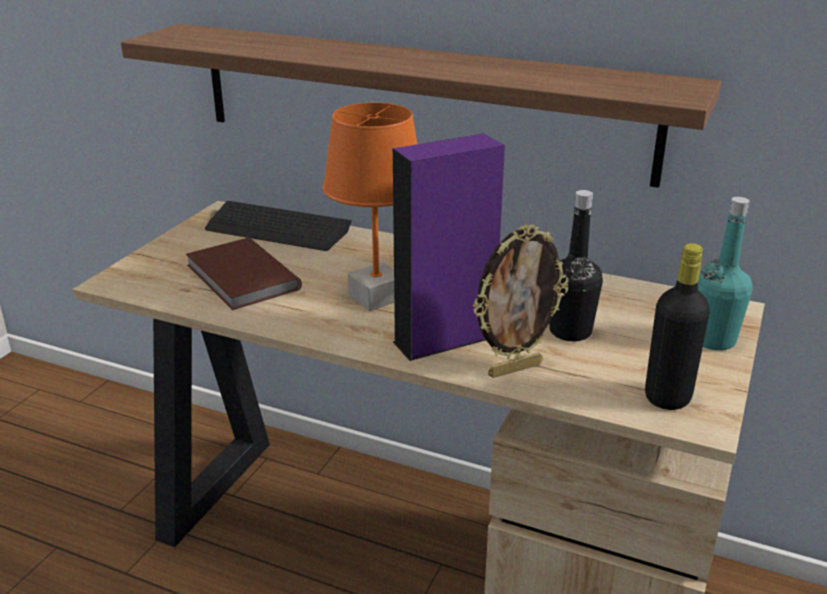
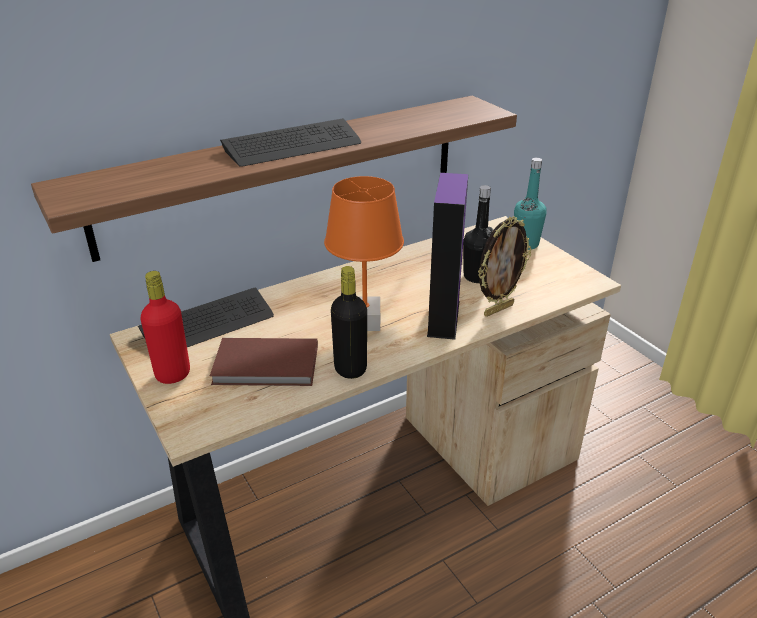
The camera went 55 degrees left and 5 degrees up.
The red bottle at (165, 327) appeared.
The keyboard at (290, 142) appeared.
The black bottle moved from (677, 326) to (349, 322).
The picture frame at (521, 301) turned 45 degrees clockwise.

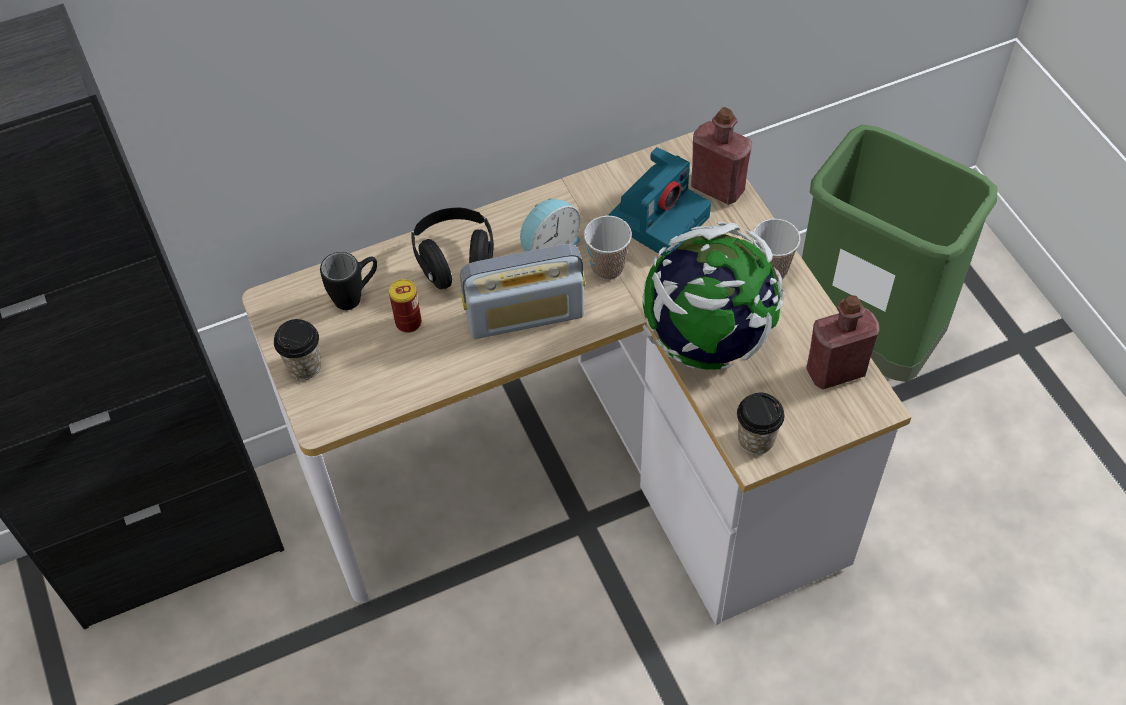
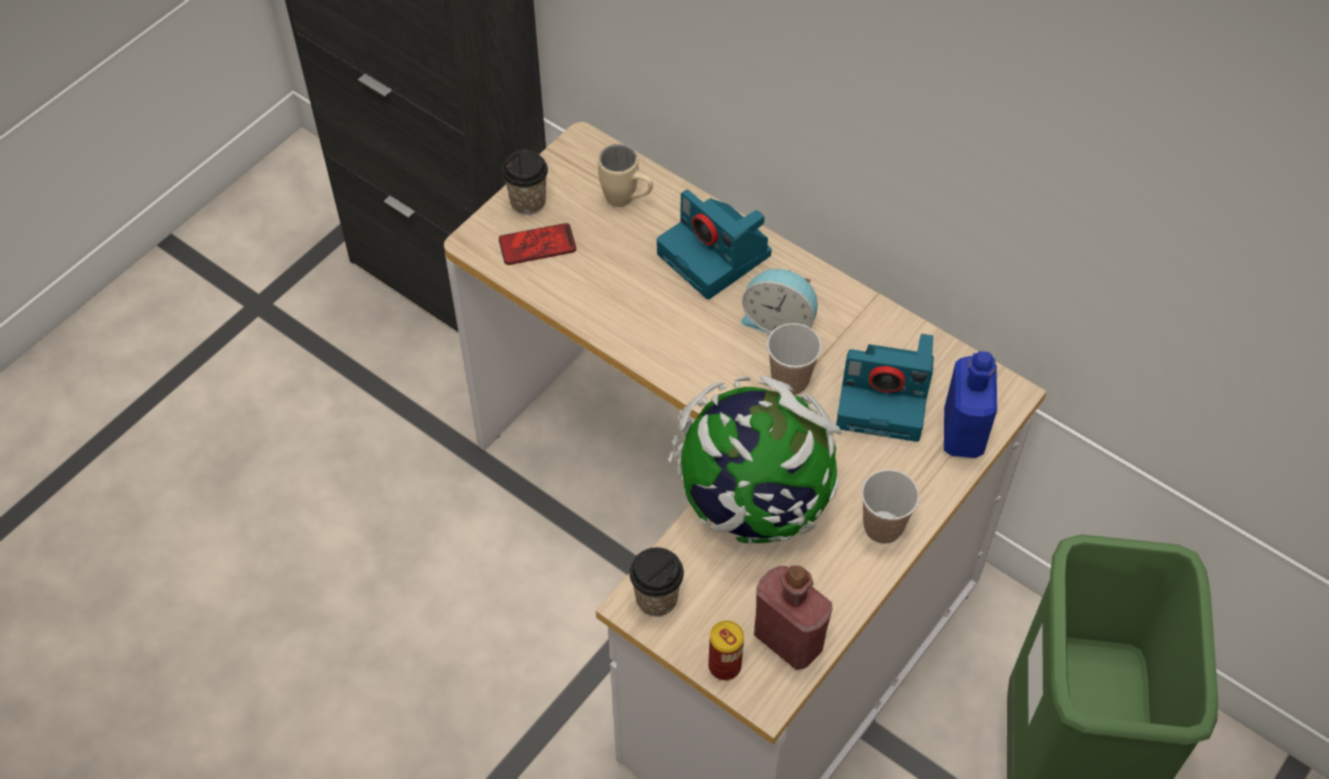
The camera went 60 degrees right and 0 degrees up.
The phone at (537, 244) appeared.
The black mug at (348, 281) became the beige mug at (625, 175).
The black headphones at (453, 248) was replaced by the photo camera at (714, 244).
The can moved from (405, 306) to (726, 650).
The red bottle at (721, 156) became the blue bottle at (970, 404).
The radio at (522, 291) disappeared.

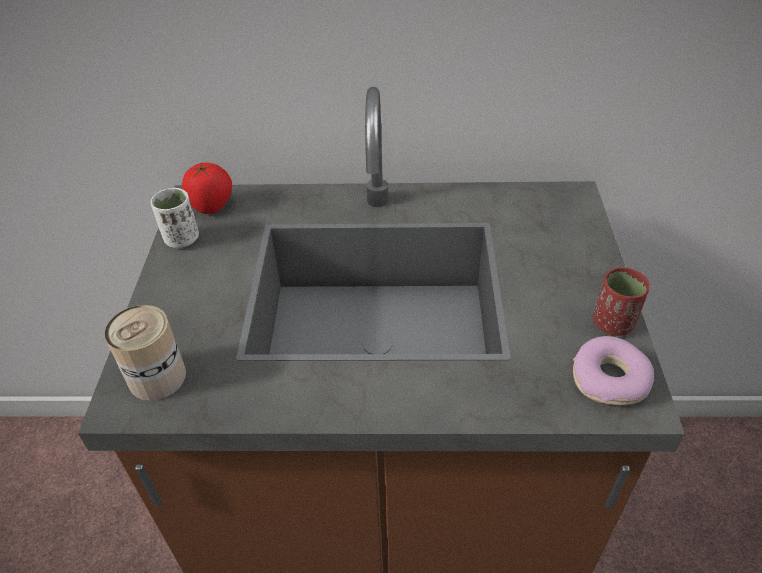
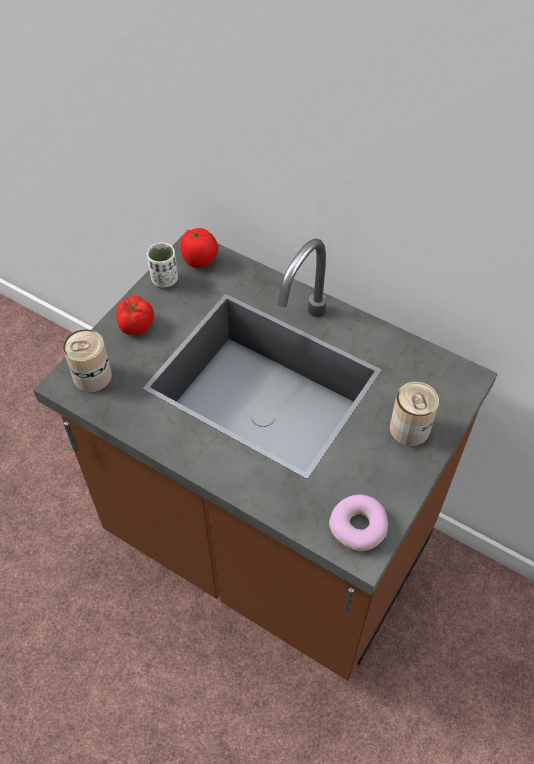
The camera went 30 degrees right and 10 degrees up.
The tomato at (135, 315) appeared.
The can at (414, 414) appeared.
The red cup at (621, 301) disappeared.

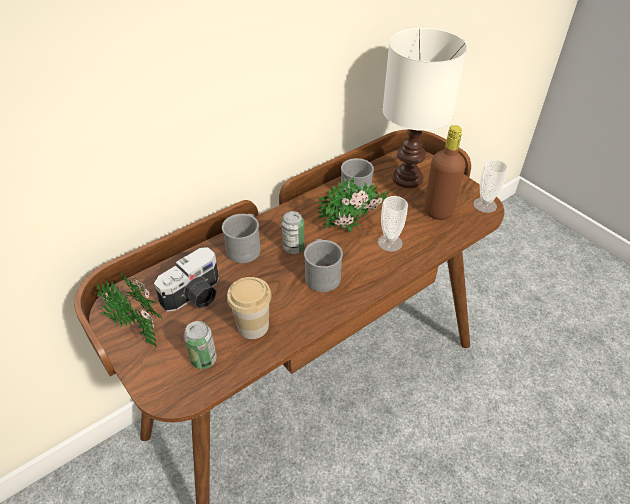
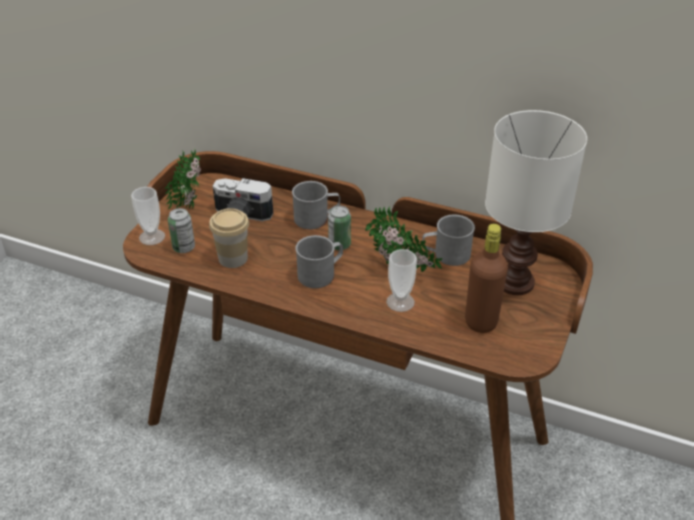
The camera went 60 degrees right and 5 degrees down.
The cup moved from (490, 186) to (148, 216).

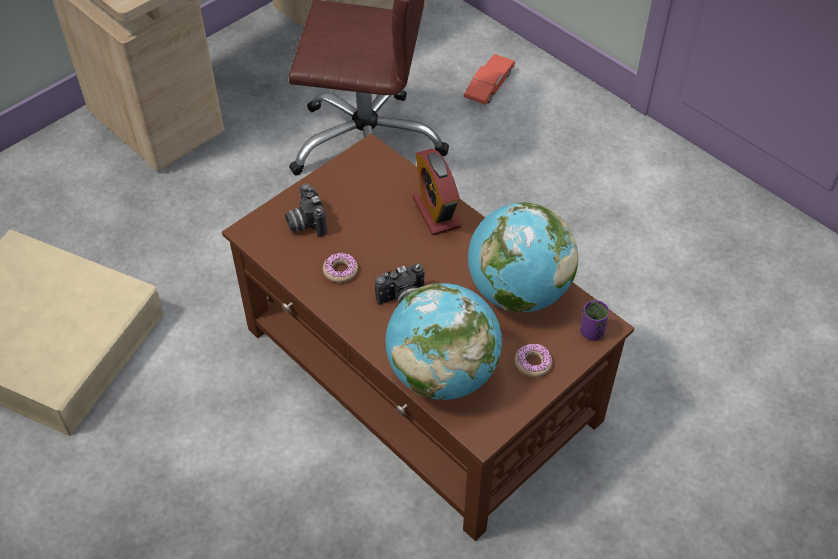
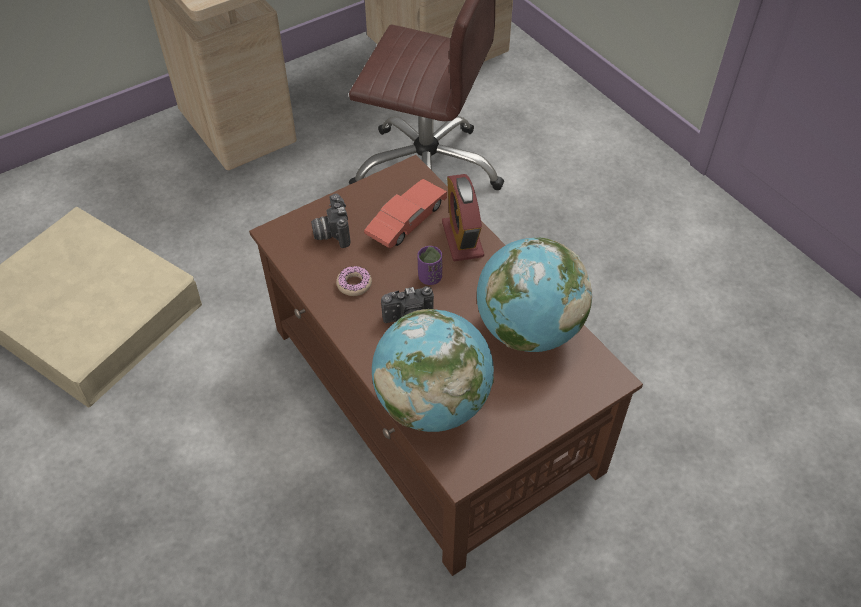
The camera went 10 degrees right and 0 degrees up.
The red toy car moved from (489, 79) to (405, 213).
The purple cup moved from (594, 320) to (429, 265).
The donut at (533, 360) disappeared.

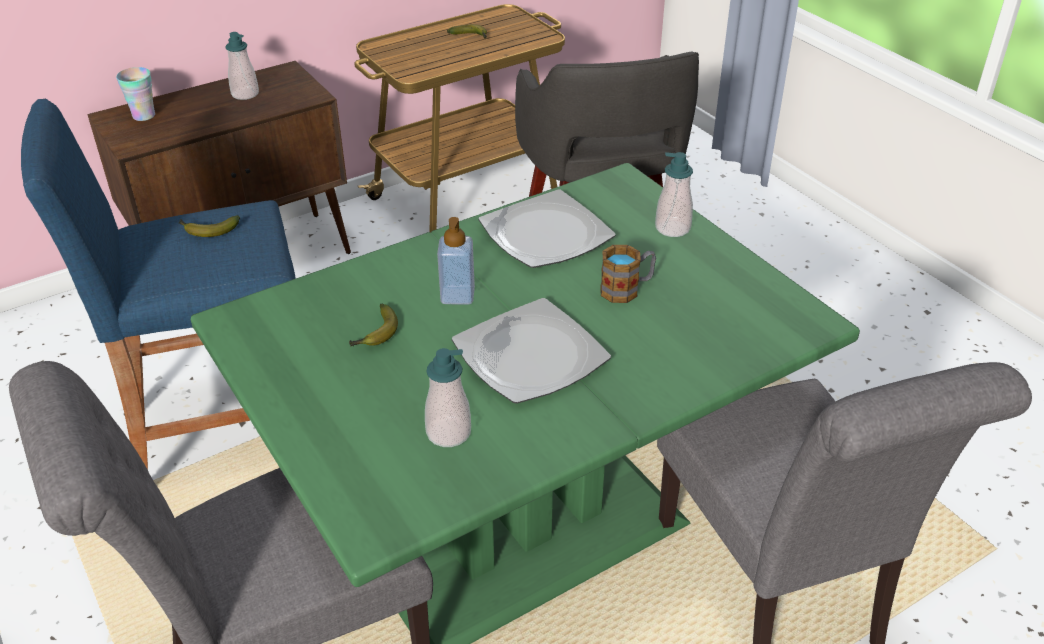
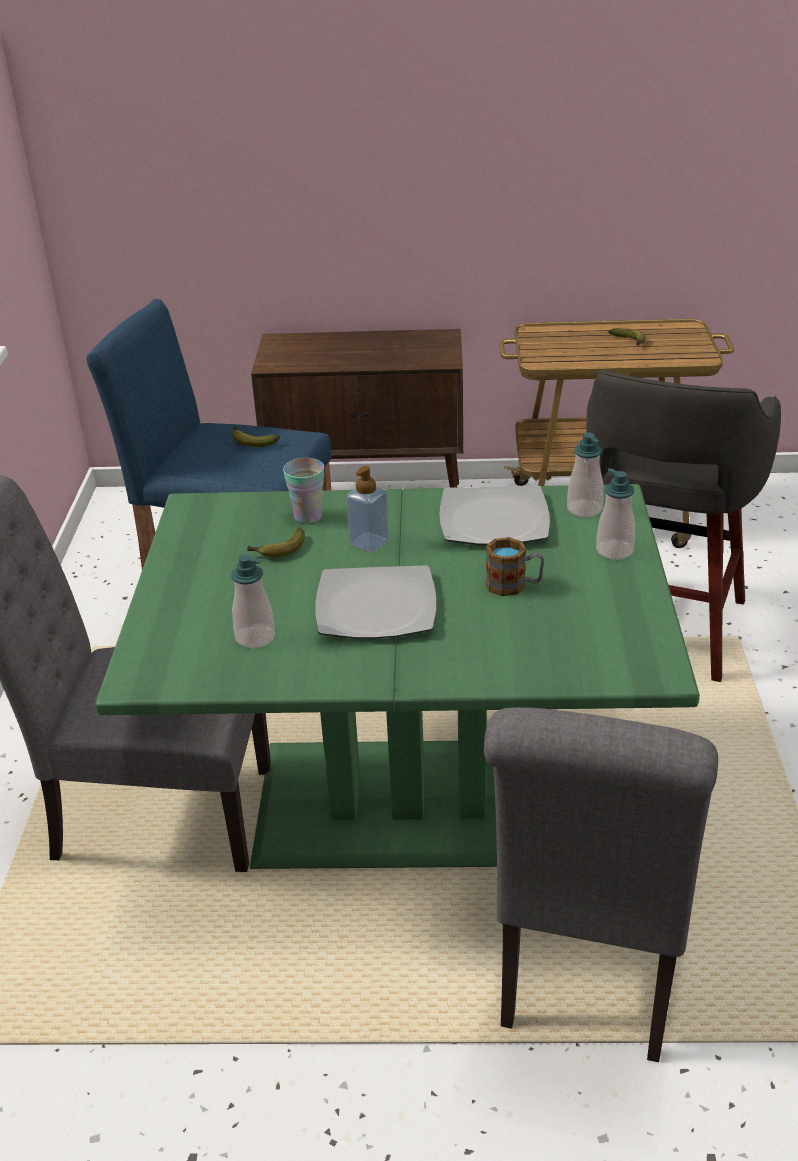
The camera went 35 degrees right and 5 degrees down.
The cup moved from (135, 94) to (303, 491).
The soap dispenser moved from (242, 66) to (585, 475).

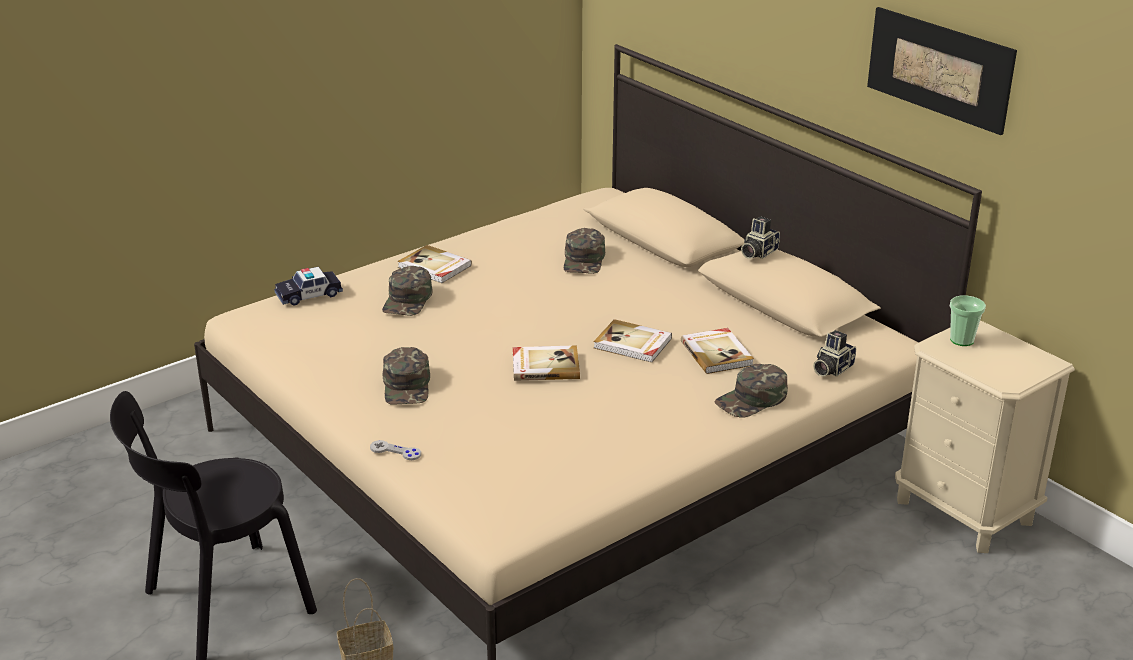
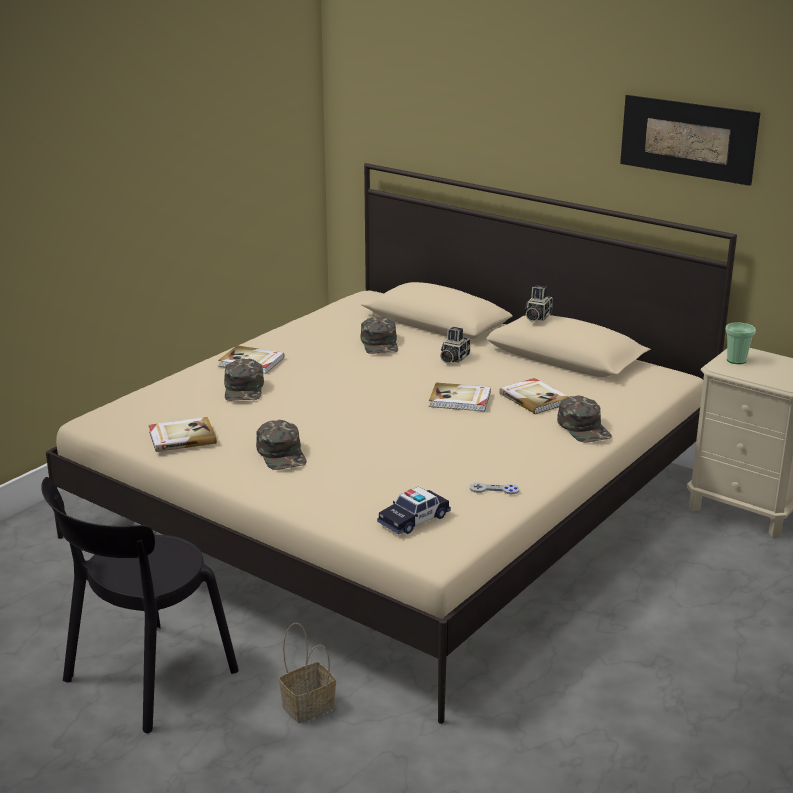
The camera went 15 degrees left and 5 degrees down.
The book moved from (546, 363) to (183, 434).
The toy car moved from (308, 286) to (414, 510).
The photo camera moved from (834, 353) to (455, 345).
The grey game controller moved from (395, 450) to (494, 488).
The green cap at (751, 390) turned 60 degrees counterclockwise.

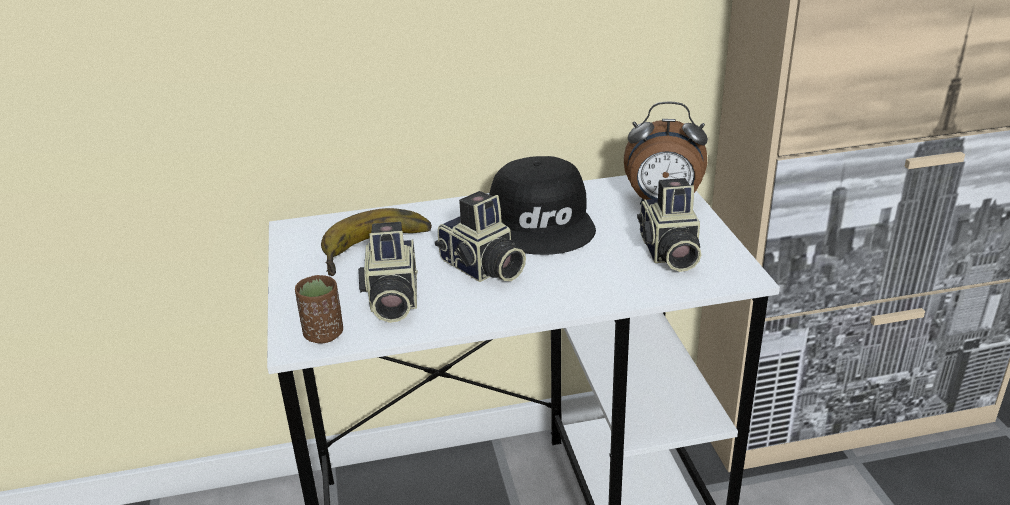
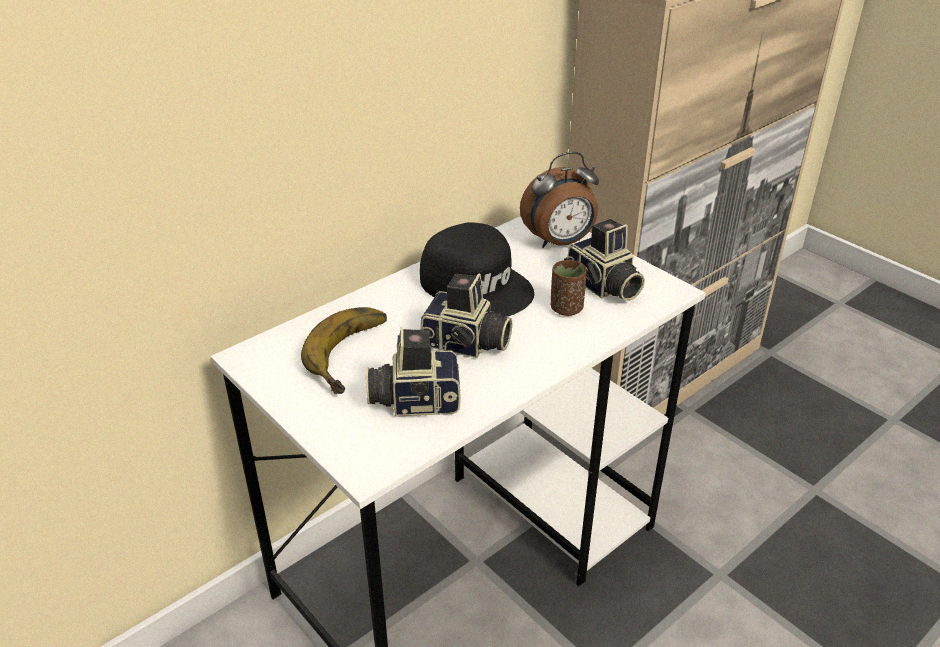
The camera went 30 degrees left and 5 degrees up.
The photo camera at (388, 272) turned 120 degrees clockwise.
The brown cup moved from (318, 309) to (569, 288).

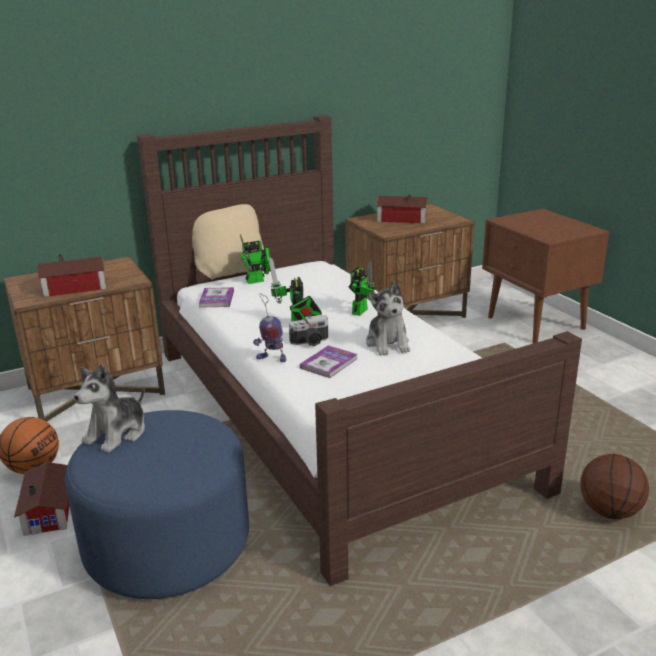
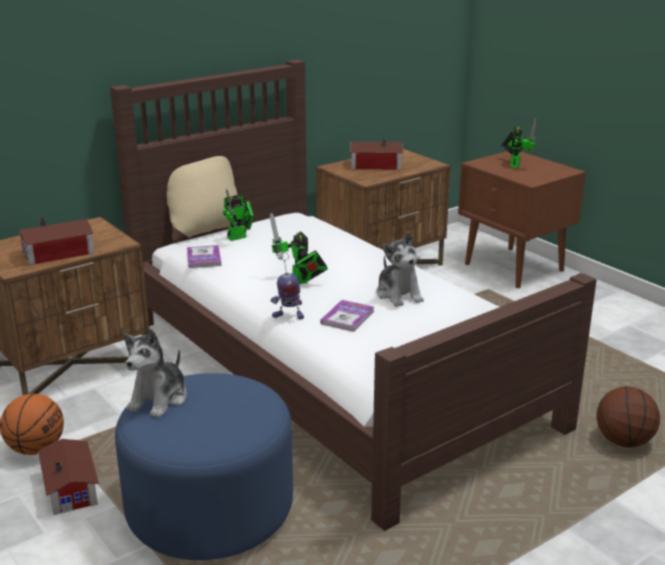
The camera went 10 degrees left and 0 degrees up.
The toy robot moved from (362, 288) to (519, 143).
The photo camera at (308, 330) disappeared.

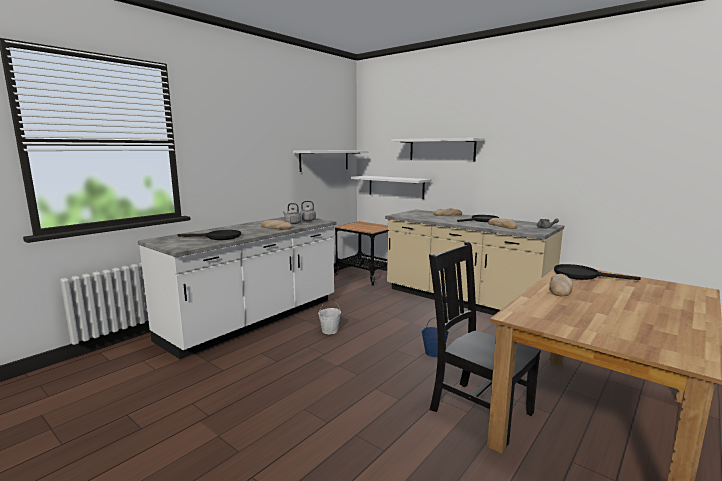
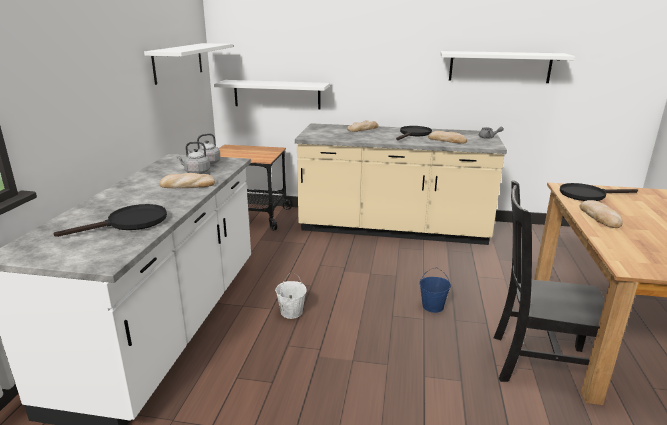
The camera went 30 degrees left and 10 degrees up.
The white shelf moved from (438, 149) to (507, 67).

